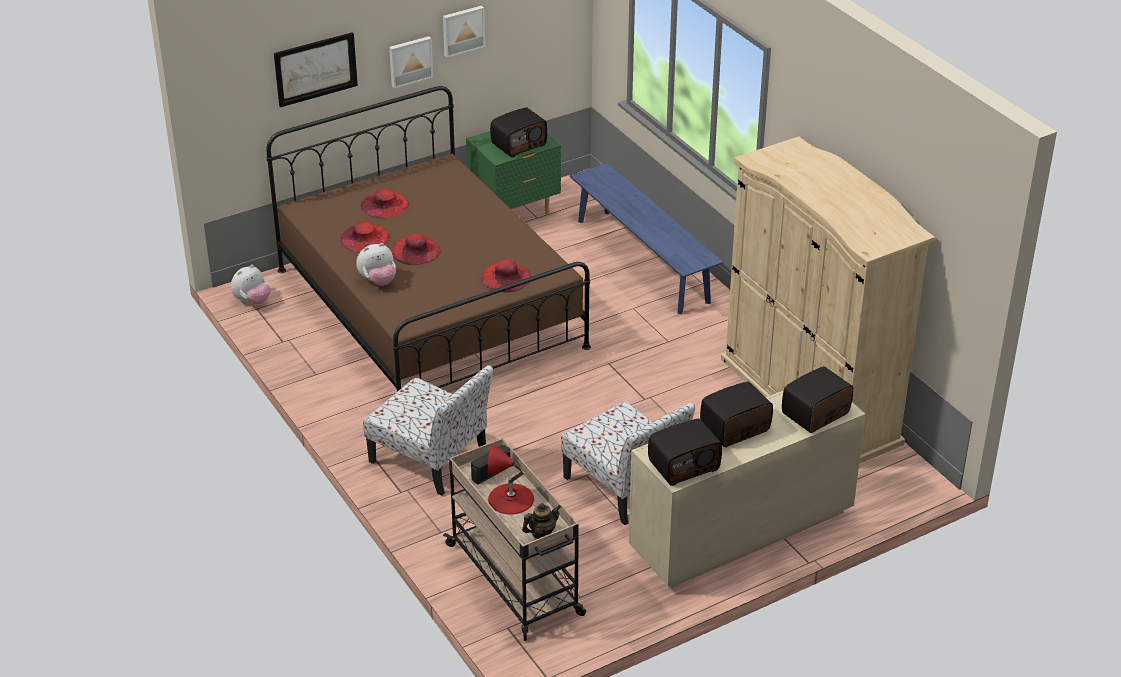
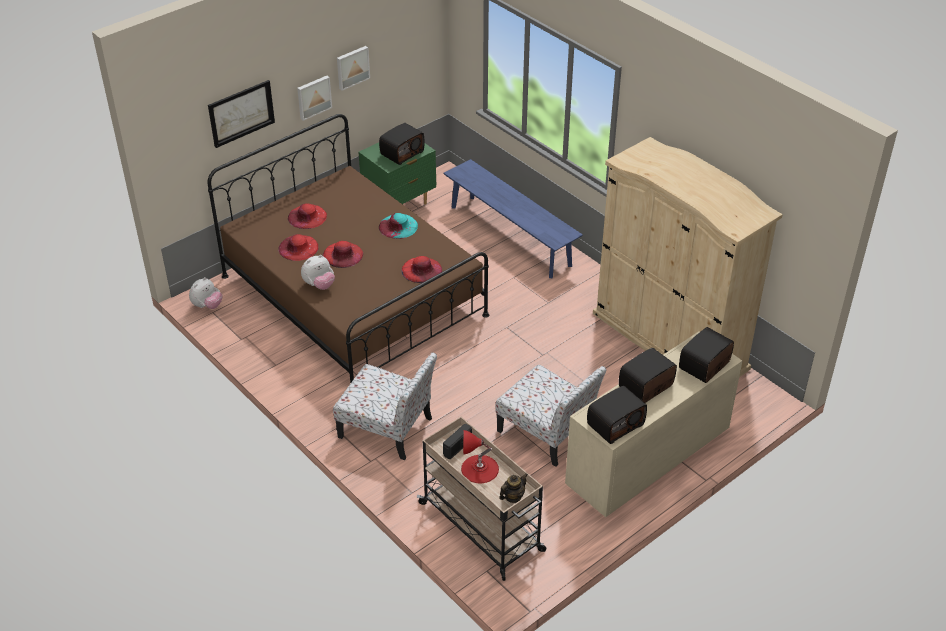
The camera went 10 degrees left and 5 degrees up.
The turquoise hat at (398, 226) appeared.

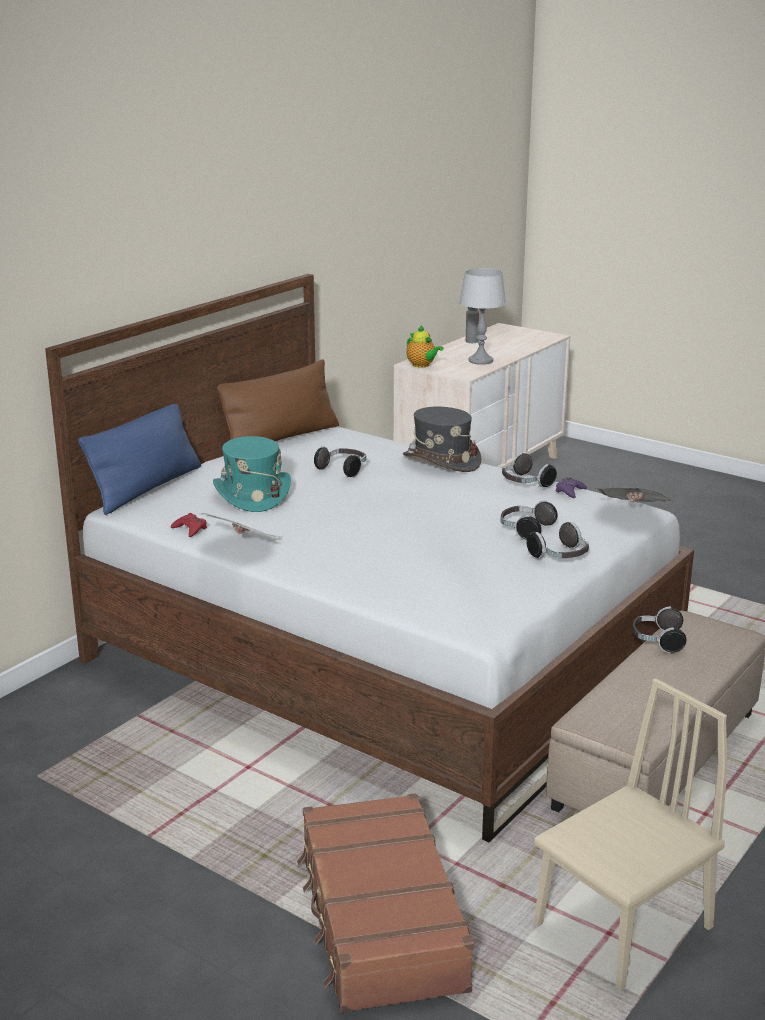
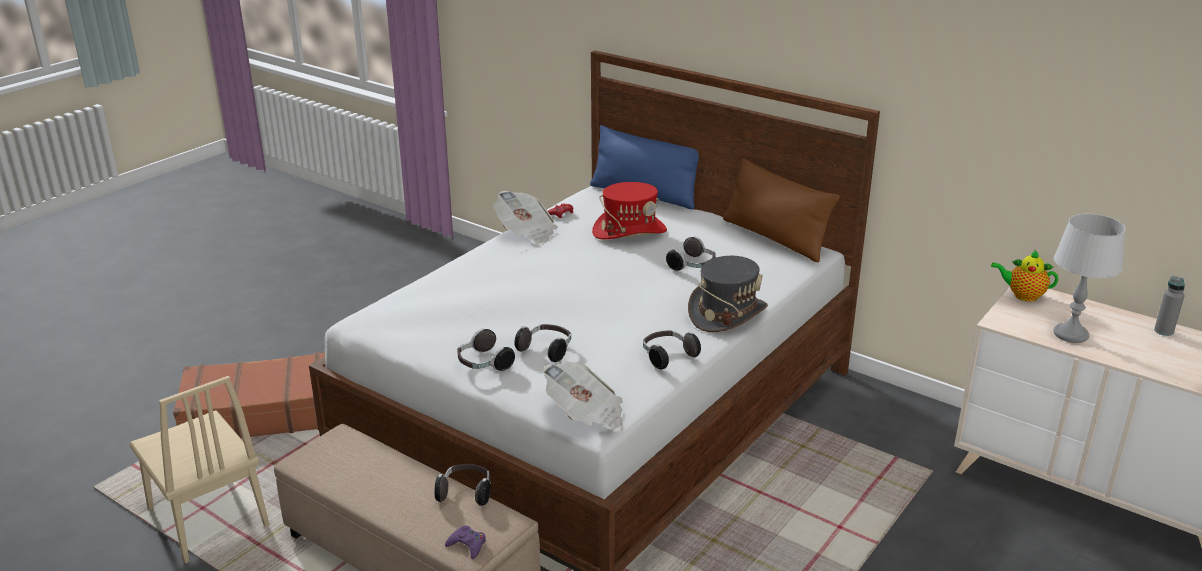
The camera went 90 degrees right and 5 degrees up.
The purple game controller moved from (571, 488) to (465, 542).
The turquoise hat at (252, 474) became the red hat at (629, 210).
The teapot at (424, 346) turned 60 degrees clockwise.

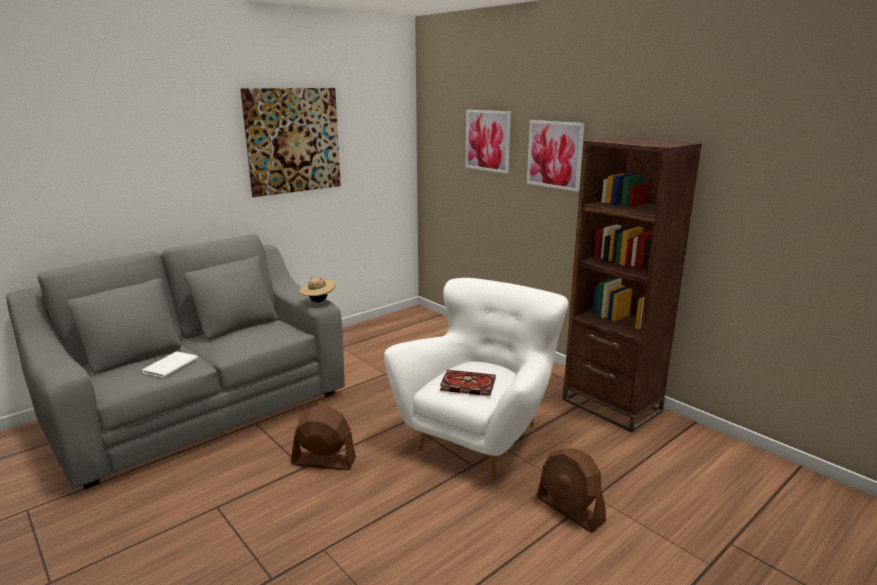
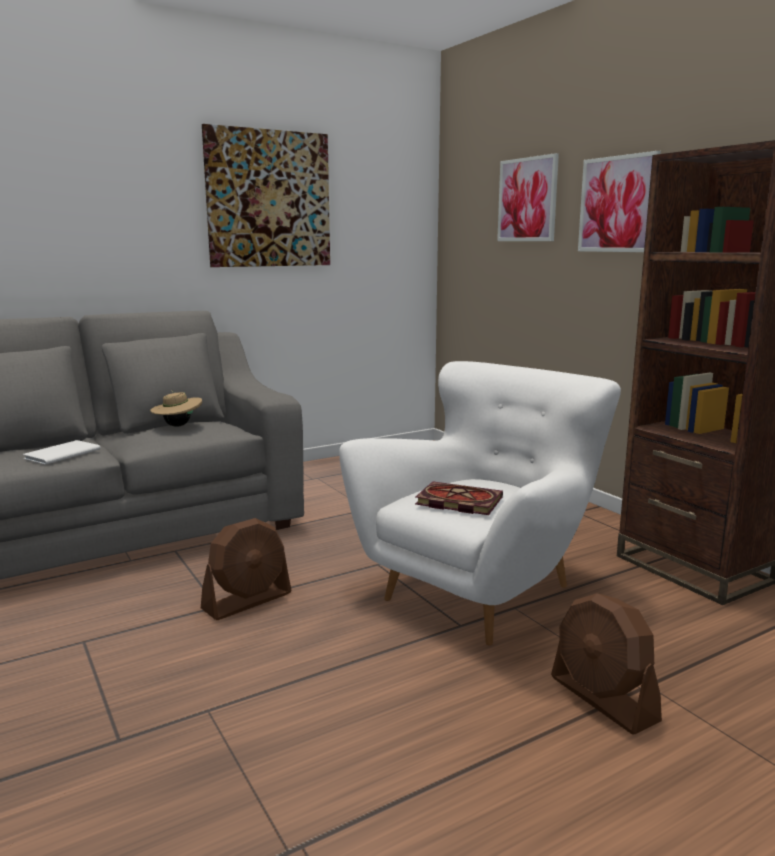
The camera went 10 degrees right and 5 degrees down.
The beige hat moved from (317, 289) to (176, 408).
The brown fan at (323, 437) turned 120 degrees clockwise.

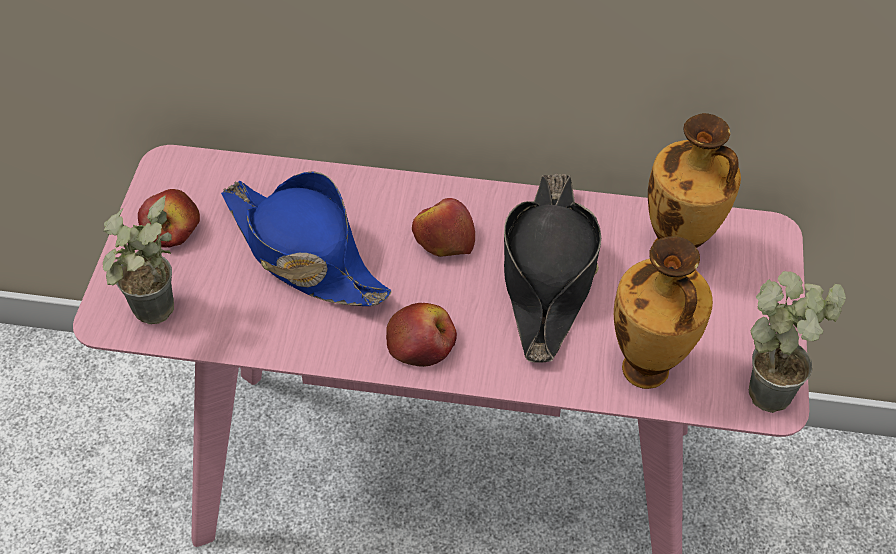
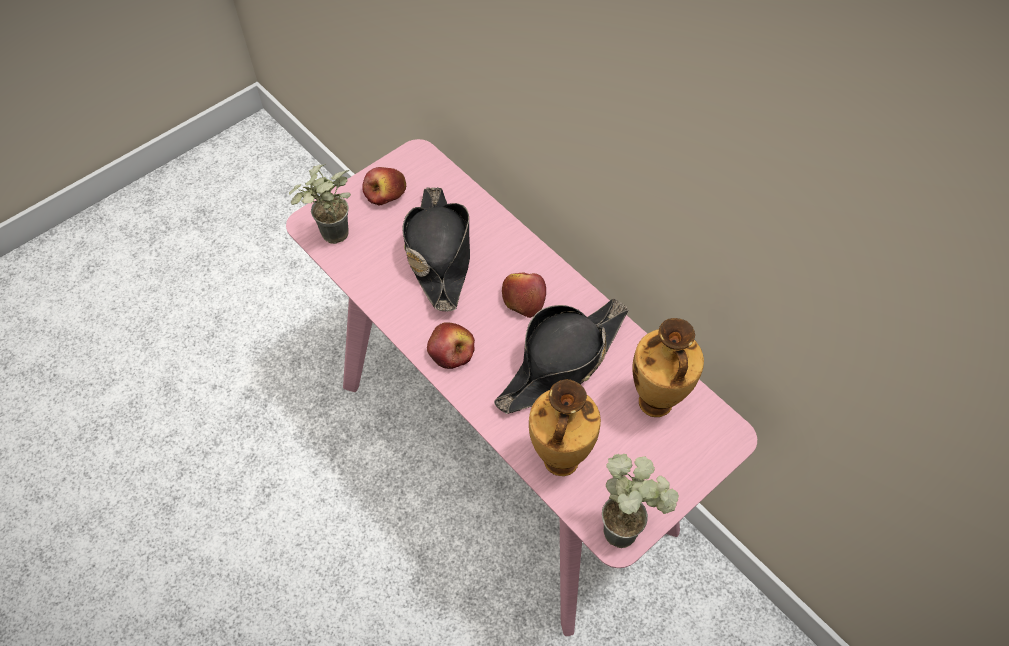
The camera went 40 degrees right and 5 degrees up.
The blue hat at (306, 238) became the black hat at (436, 249).

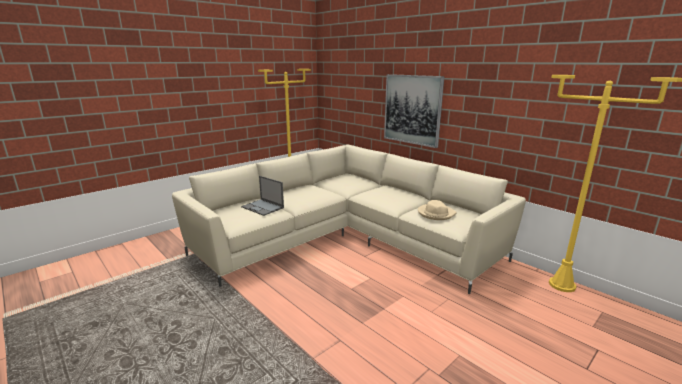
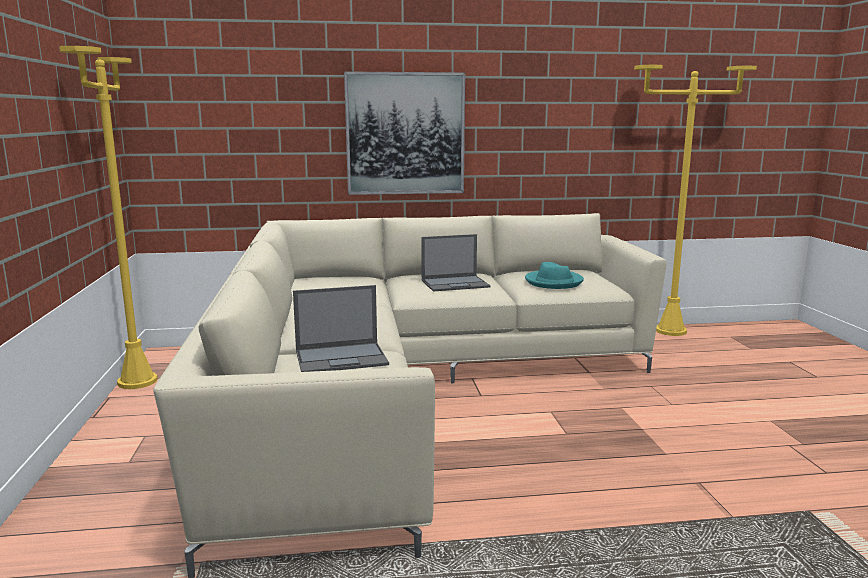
The camera went 55 degrees left and 5 degrees down.
The laptop at (456, 263) appeared.
The beige hat at (437, 210) became the turquoise hat at (554, 275).

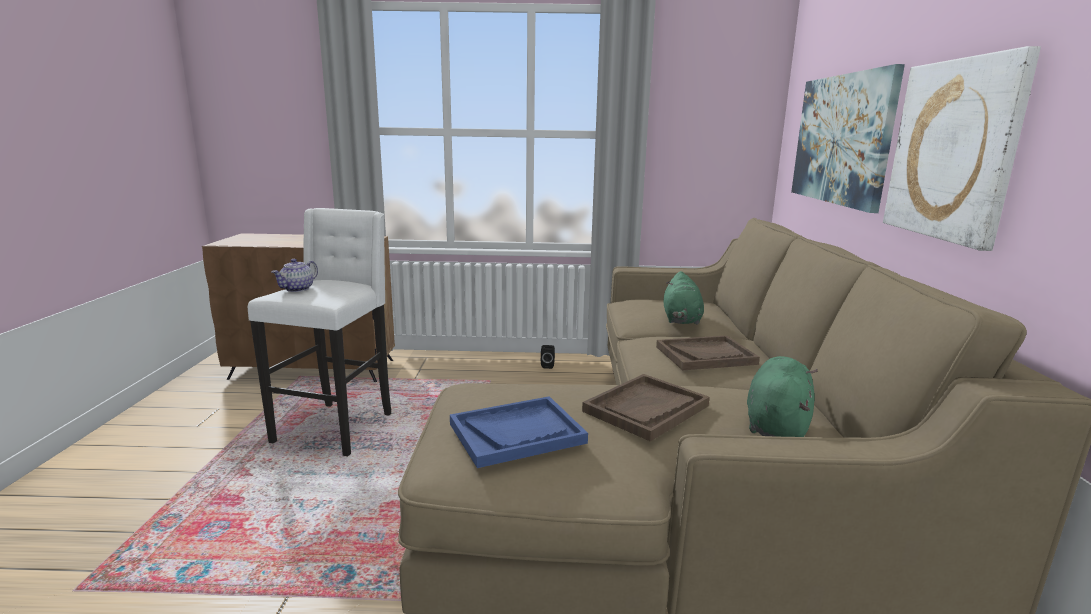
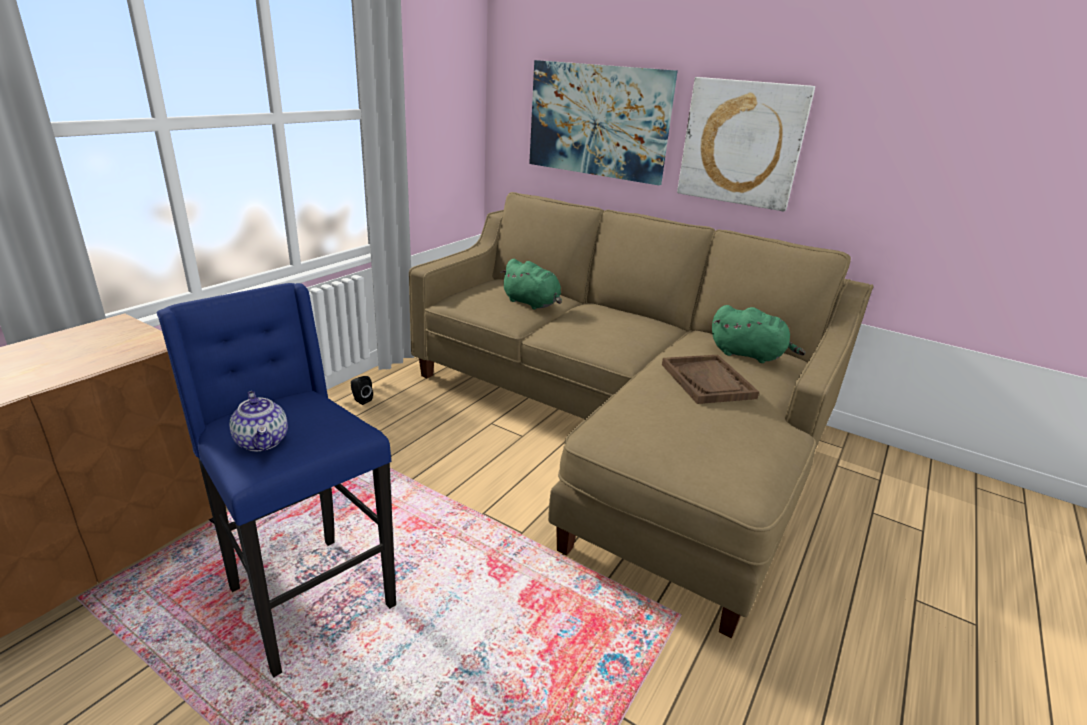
The camera went 60 degrees left and 10 degrees up.
The white stool at (319, 332) became the blue stool at (276, 480).
The green plush toy at (782, 396) turned 150 degrees clockwise.
The blue tray at (519, 432) disappeared.
The brown tray at (708, 353) disappeared.

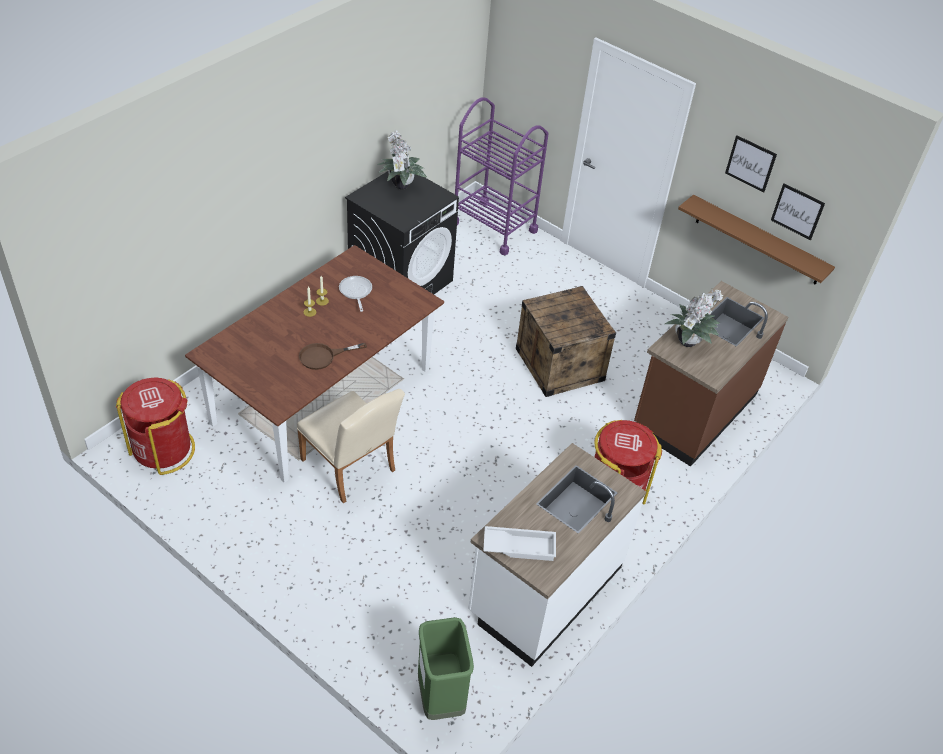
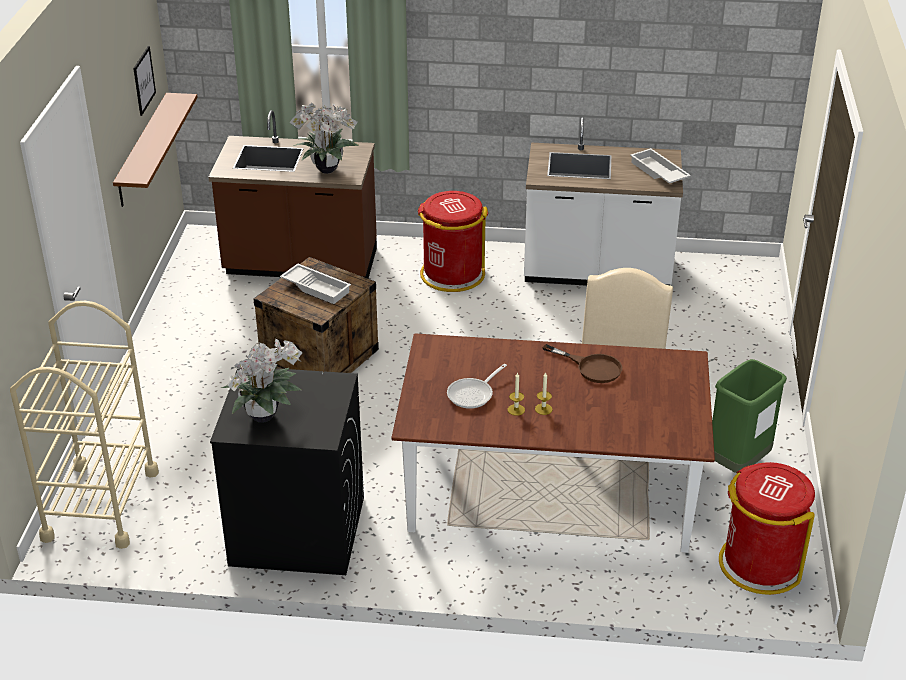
The camera went 120 degrees left and 10 degrees down.
The purple cart at (502, 176) became the beige cart at (84, 425).
The white tray at (315, 284) appeared.
The green trash can moved from (446, 668) to (749, 416).
The picture at (751, 163) disappeared.

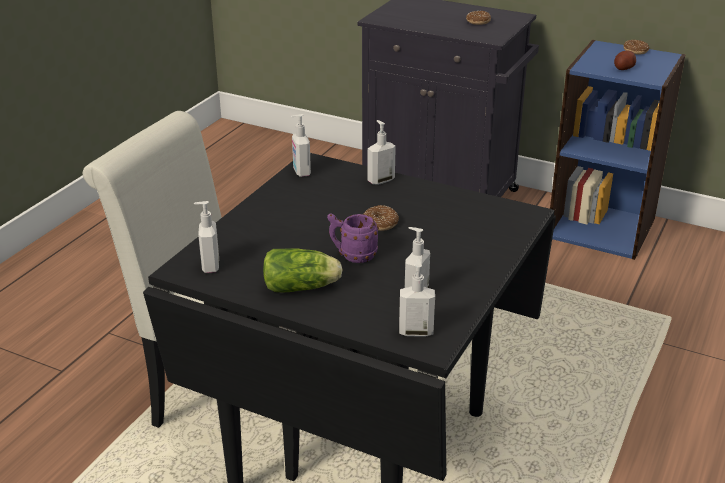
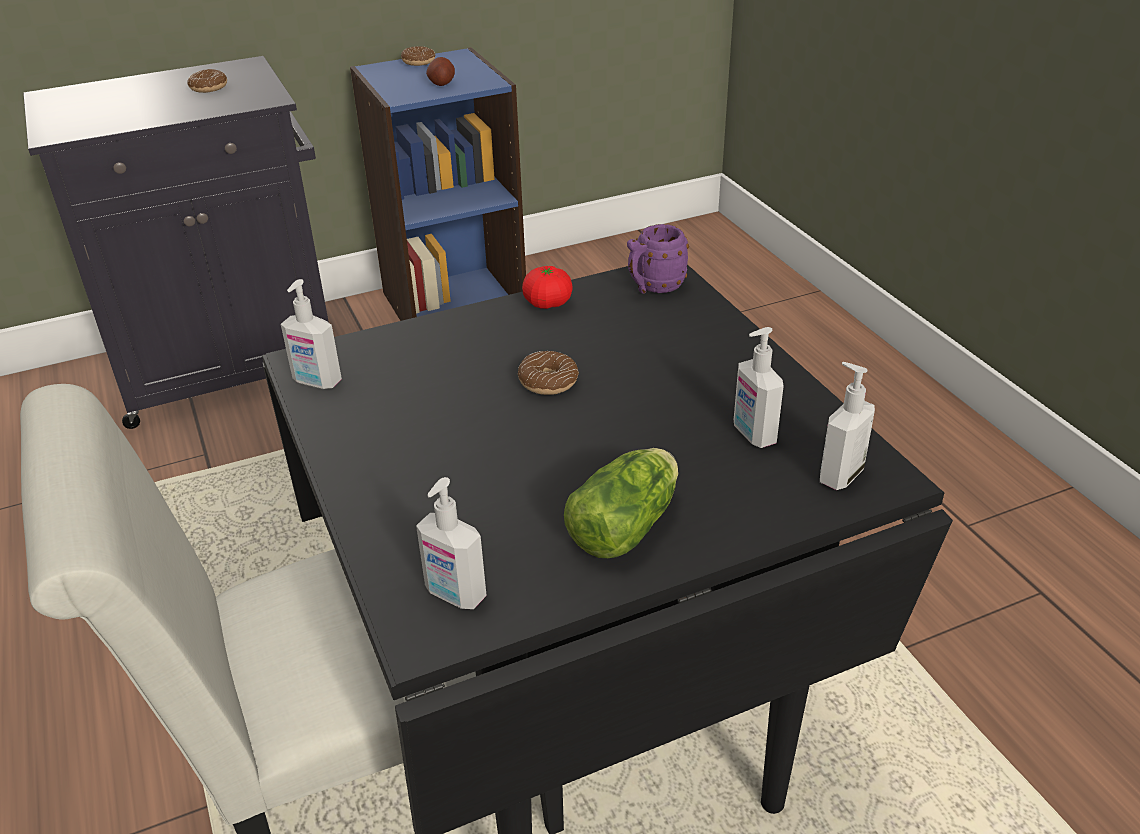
The camera went 50 degrees left and 5 degrees up.
The tomato at (547, 287) appeared.
The purple mug moved from (353, 238) to (658, 259).
The soap dispenser at (382, 152) disappeared.

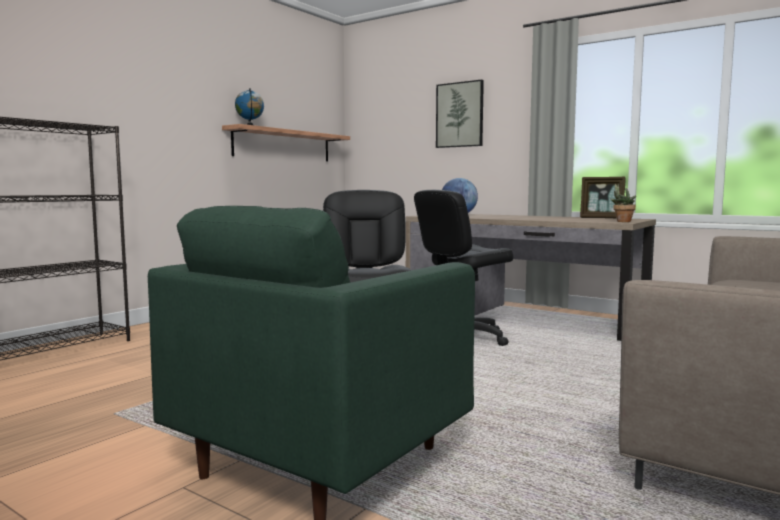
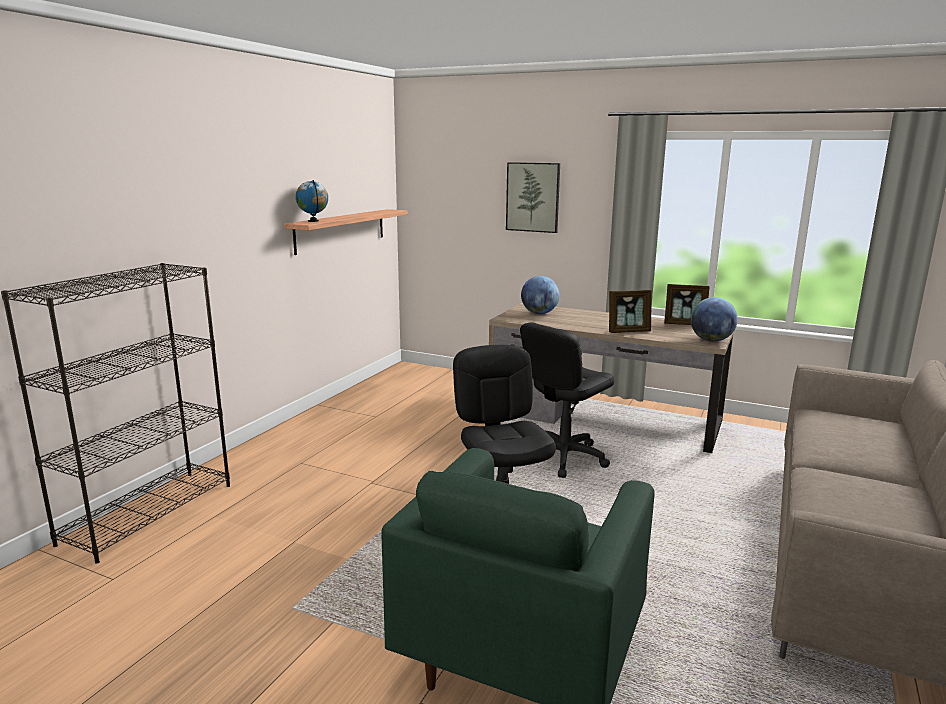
The camera went 10 degrees left and 10 degrees up.
The picture frame at (630, 311) appeared.
The potted plant at (623, 202) was replaced by the globe at (714, 319).

